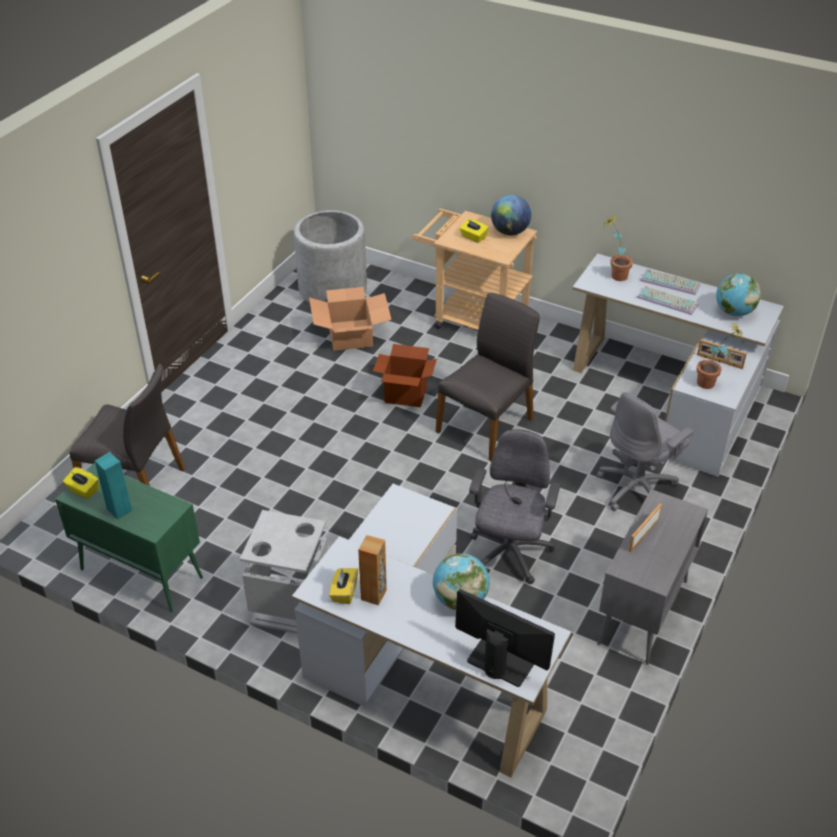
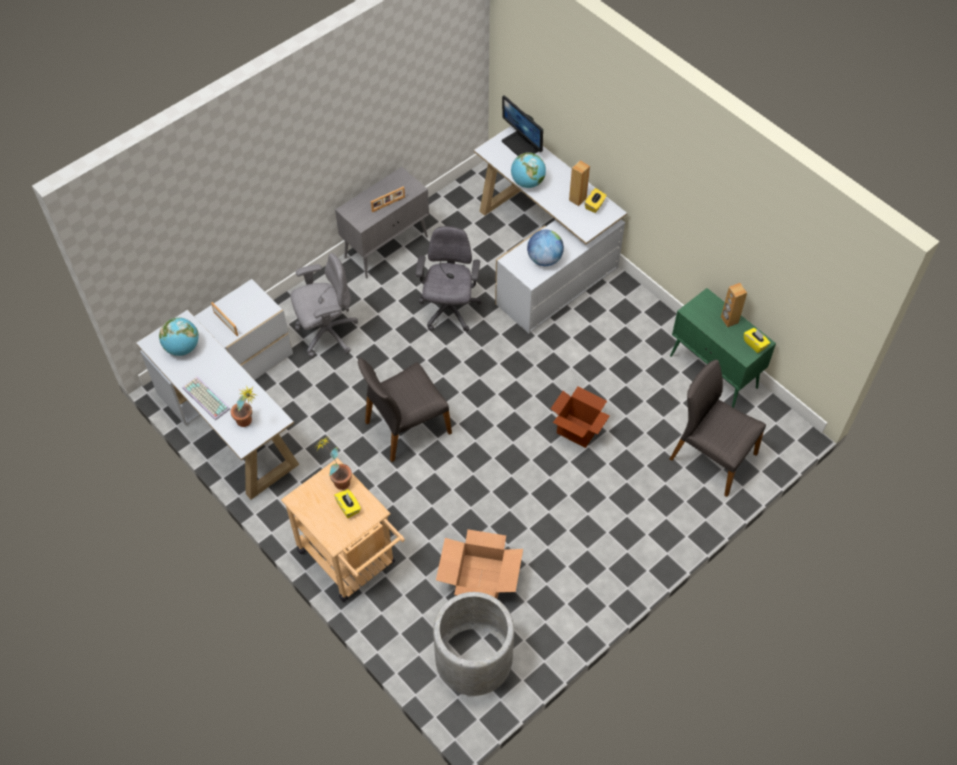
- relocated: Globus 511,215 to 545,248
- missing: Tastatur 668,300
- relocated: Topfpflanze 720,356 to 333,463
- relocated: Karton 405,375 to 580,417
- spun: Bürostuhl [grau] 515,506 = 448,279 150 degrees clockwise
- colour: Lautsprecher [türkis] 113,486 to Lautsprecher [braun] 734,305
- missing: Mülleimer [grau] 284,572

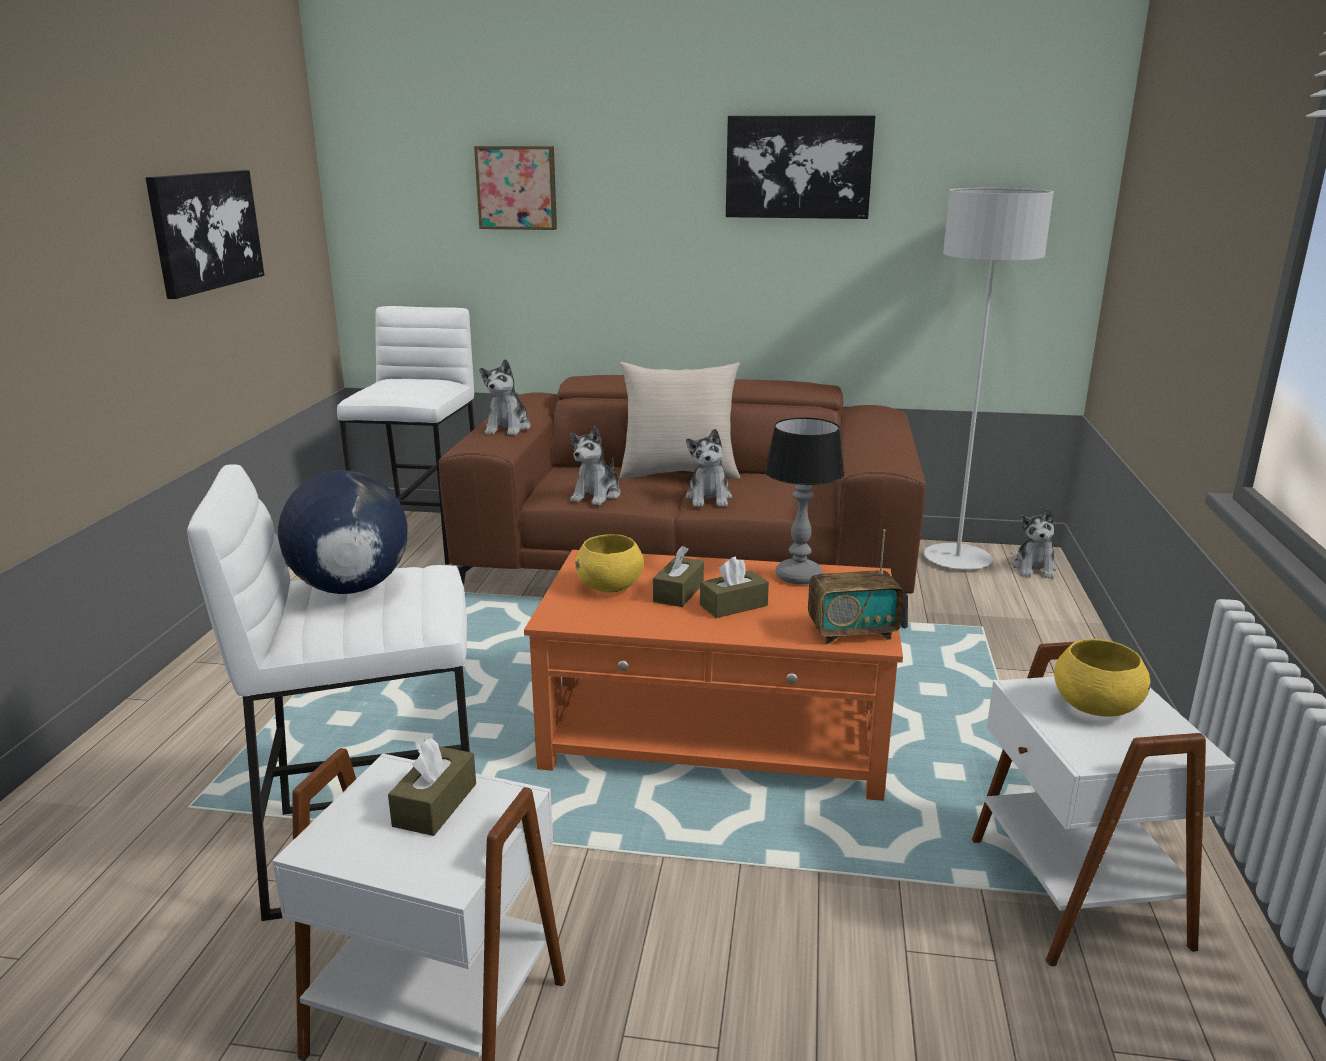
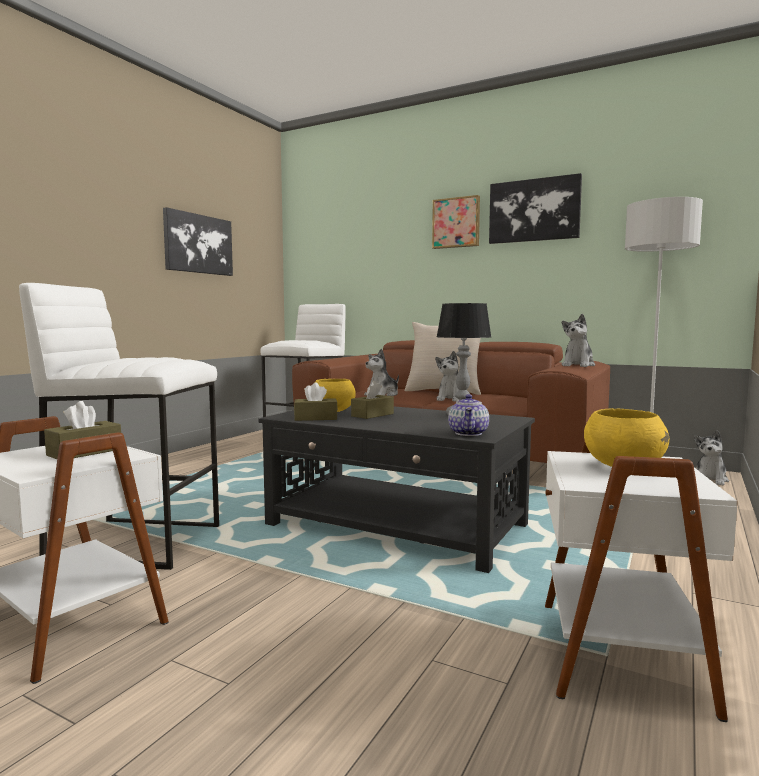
- relocated: Bild 515,188 to 456,222
- relocated: Plüschtier 505,397 to 578,340
- missing: Globus 342,532
- exchanged: Radio 856,586 to Teekanne 468,415
- colour: Couchtisch [orange] 713,675 to Couchtisch [schwarz] 396,489
- relocated: Taschentuchbox [braun] 734,587 to 316,401

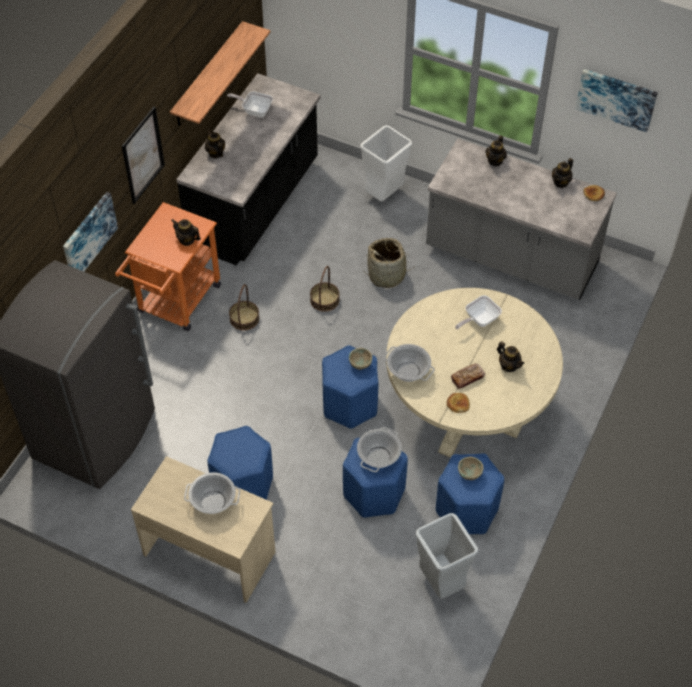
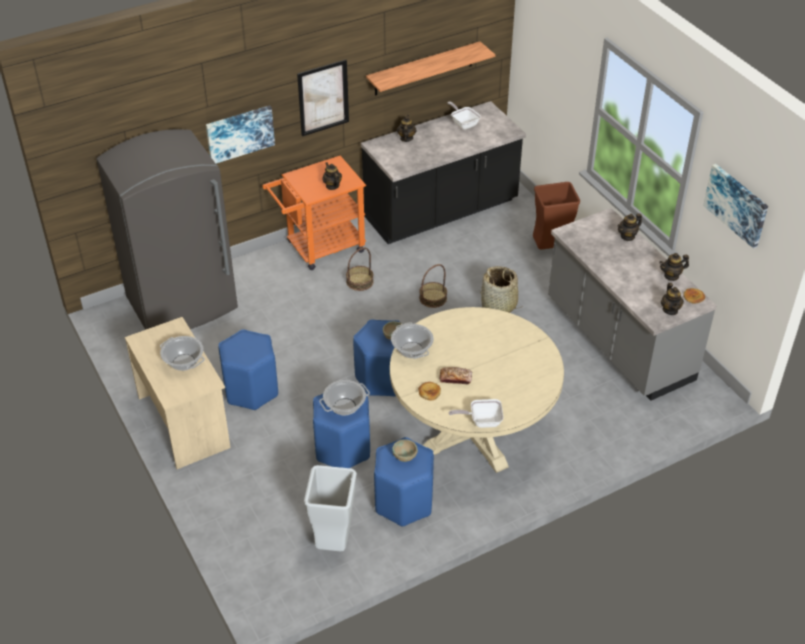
- colour: Mülleimer [weiß] 386,163 to Mülleimer [braun] 556,216
- relocated: Pfanne 478,312 to 476,413
- relocated: Teekanne 510,356 to 672,299

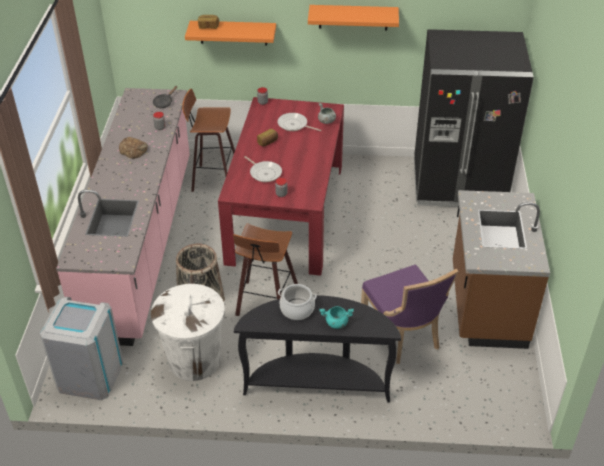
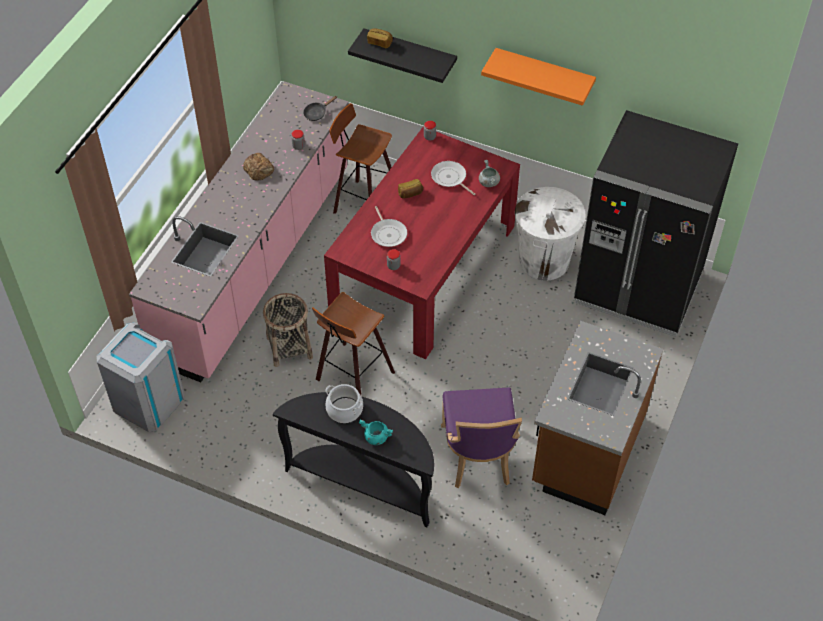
- colour: Wandregal [orange] 230,33 to Wandregal [schwarz] 402,55
- relocated: Mülleimer [weiß] 188,332 to 550,234

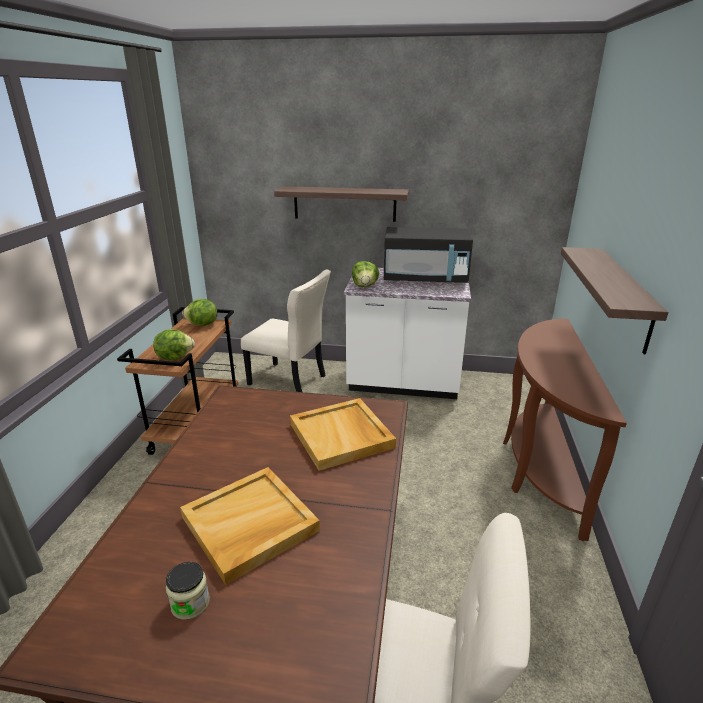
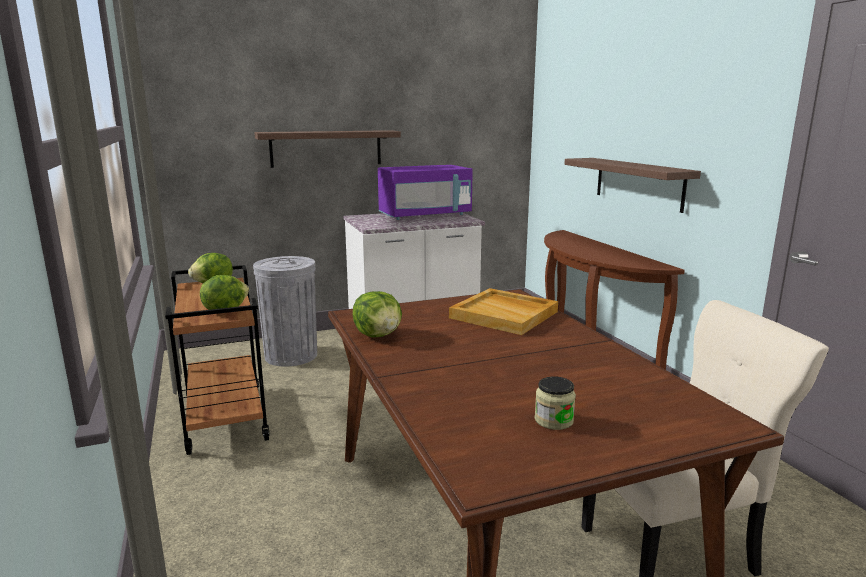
- colour: Mikrowelle [schwarz] 428,255 to Mikrowelle [lila] 425,192
- relocated: Salatkopf 365,274 to 377,314
- exchanged: Stuhl [beige] 286,331 to Mülleimer [grau] 285,311
- missing: Tablett [beige] 250,526

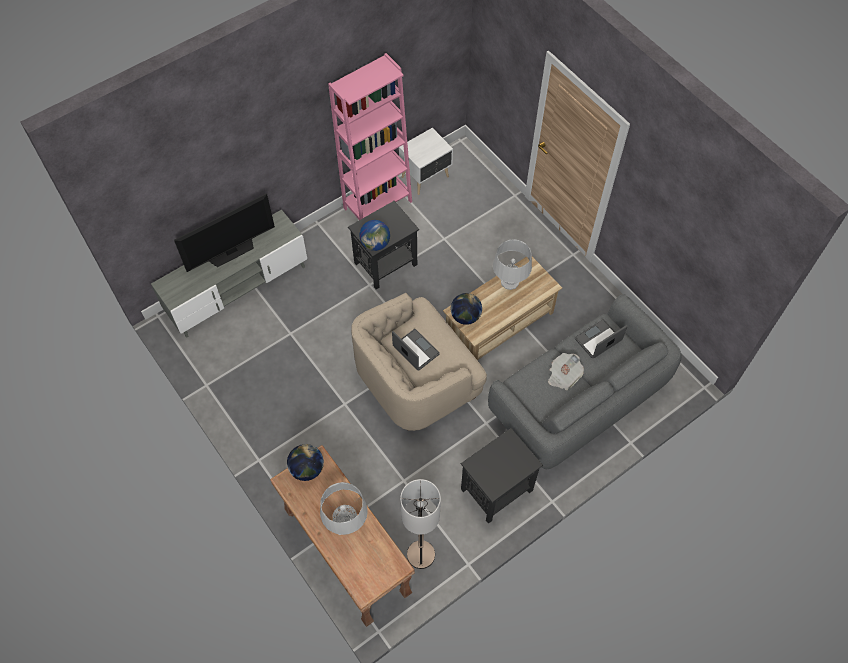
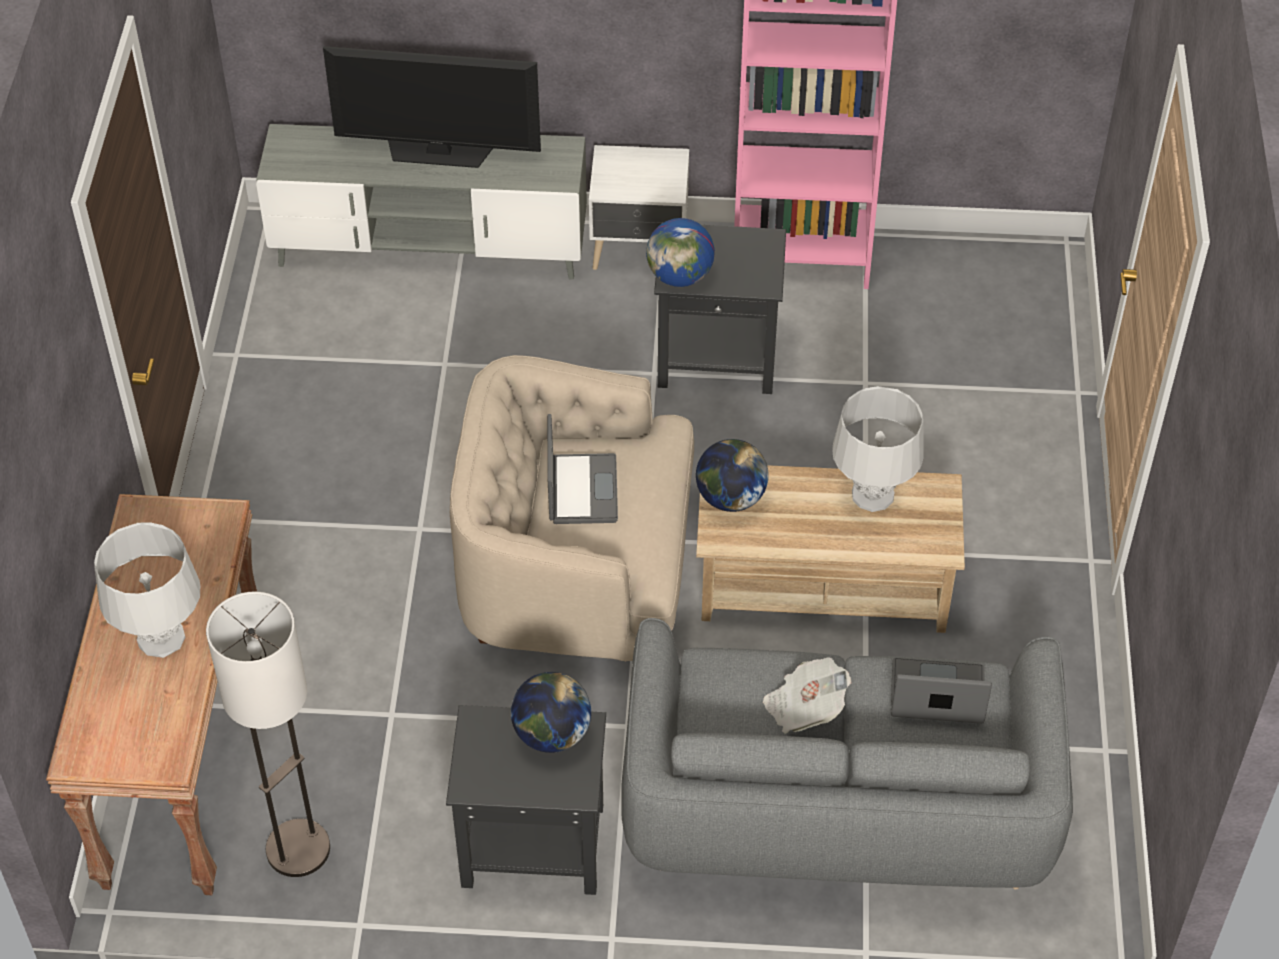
- relocated: Nachttisch [weiß] 426,161 to 639,207
- relocated: Globus 305,462 to 551,712

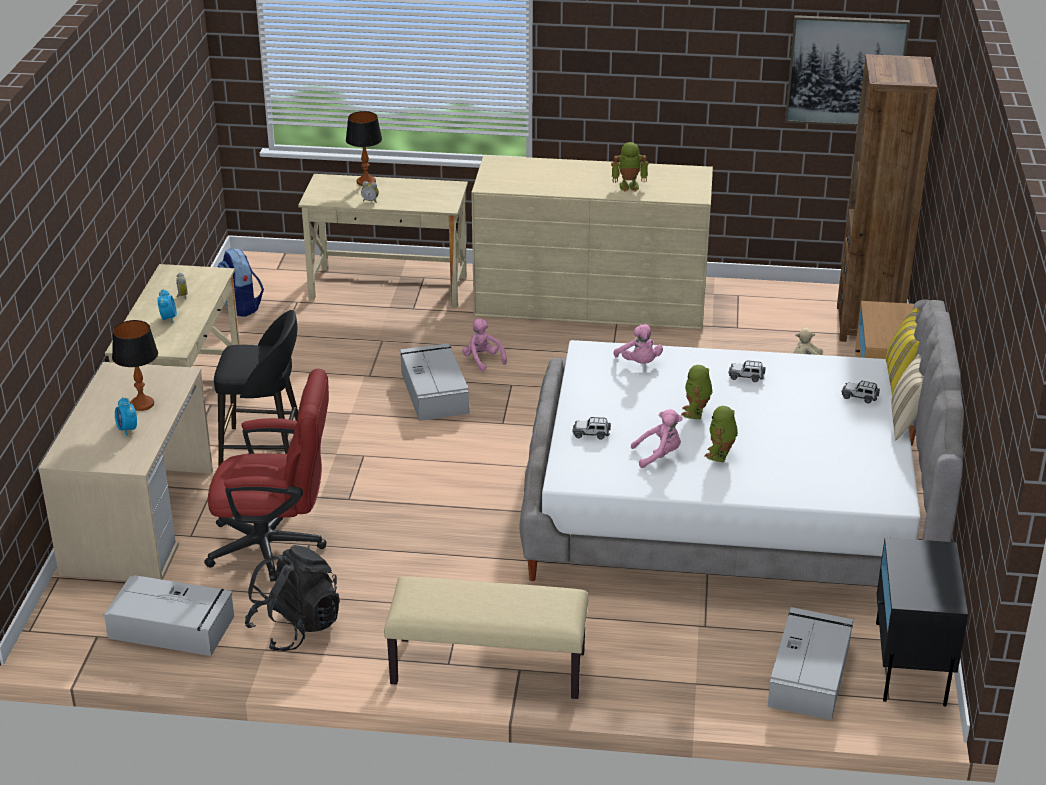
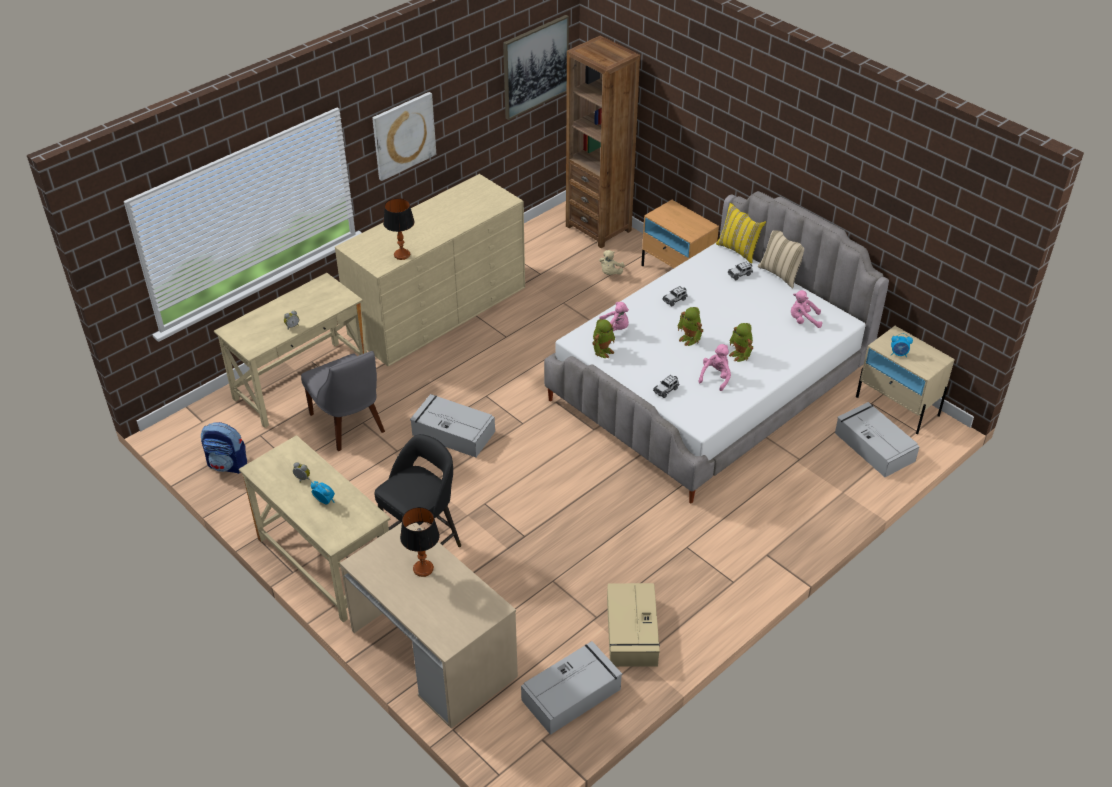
- relocated: Tischlampe 364,148 to 399,229
- relocated: Spielzeugroboter 629,167 to 603,338
- relocated: Plüschtier [rosa] 484,345 to 806,309
- missing: Bürostuhl [rot] 266,475
- relocated: Wecker 126,416 to 902,345
- colour: Nachttisch [schwarz] 922,621 to Nachttisch [beige] 905,380
- exchanged: Rucksack [schwarz] 292,598 to Aufbewahrungsbox [beige] 633,625
- missing: Bank [beige] 486,637
- appeared: Bild 404,136
- appeared: Stuhl [grau] 343,401

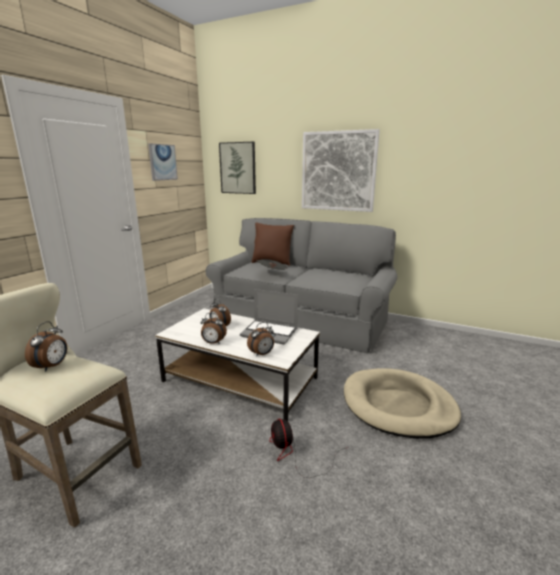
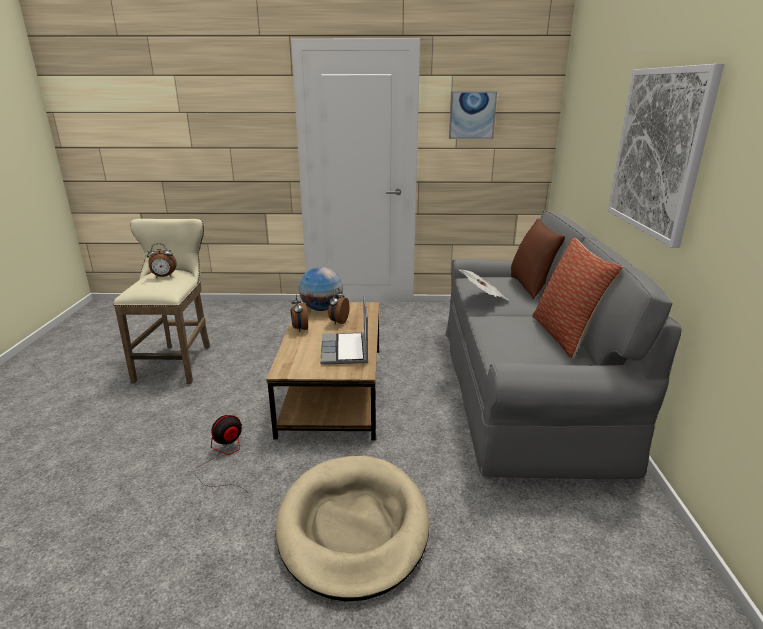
- missing: Bild 237,168
- colour: Couchtisch [weiß] 237,364 to Couchtisch [braun] 322,371
- missing: Wecker 260,339
- appeared: Kissen 577,298
- appeared: Globus 321,289

